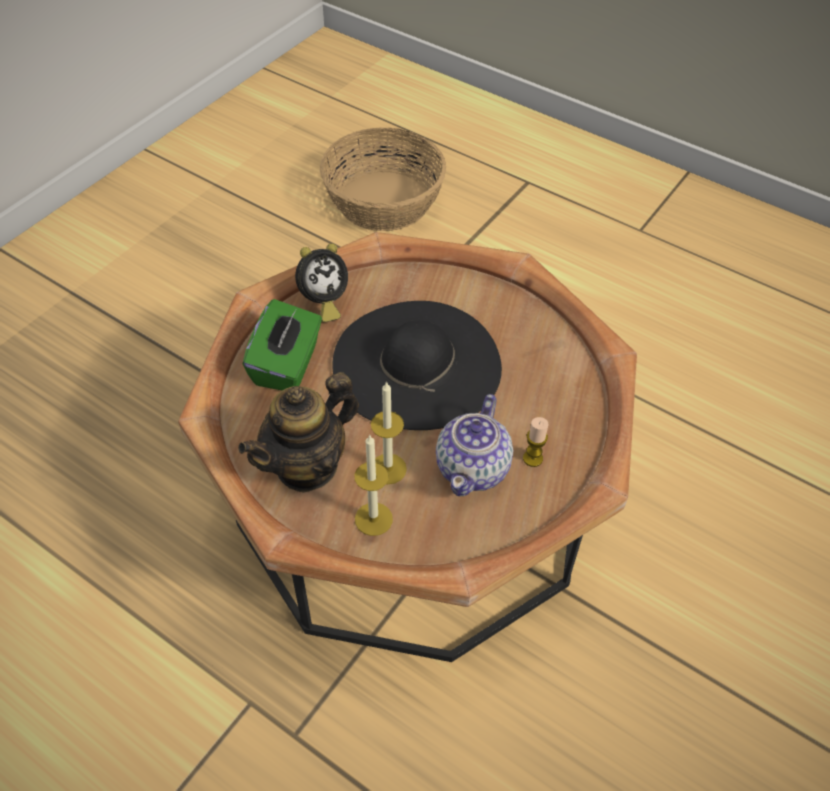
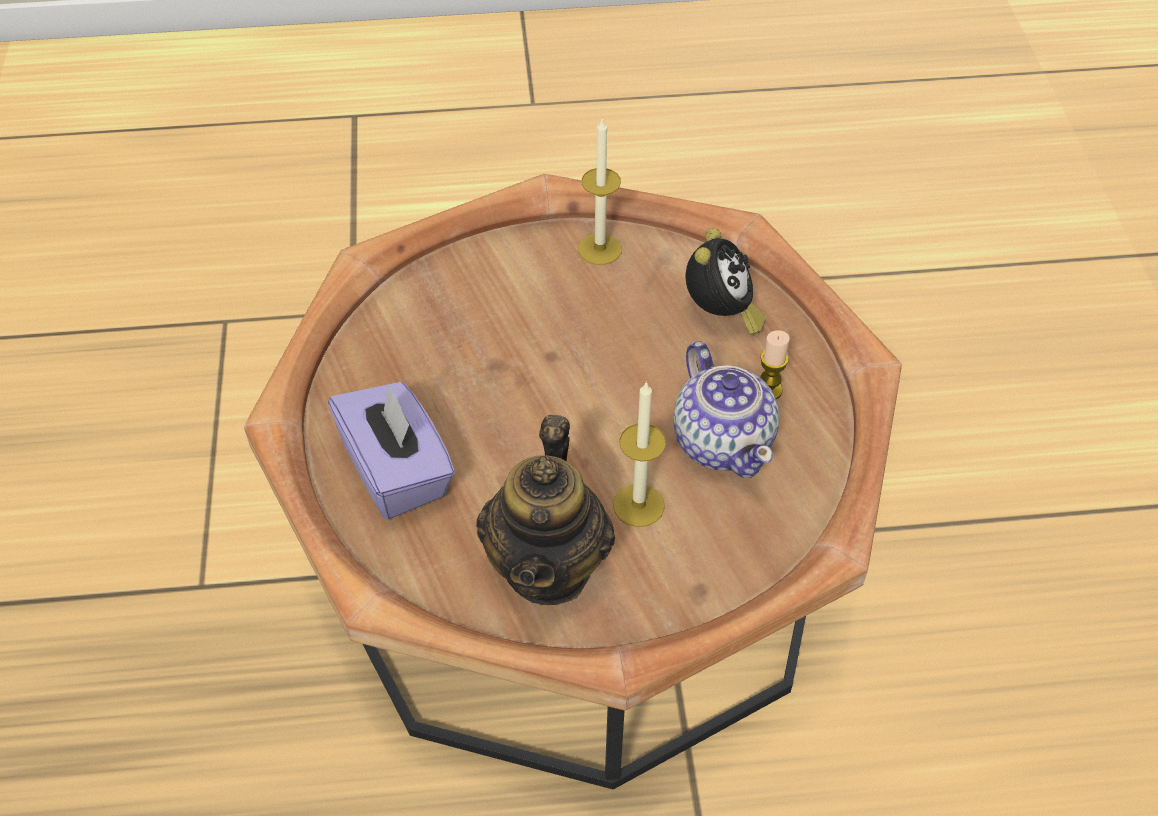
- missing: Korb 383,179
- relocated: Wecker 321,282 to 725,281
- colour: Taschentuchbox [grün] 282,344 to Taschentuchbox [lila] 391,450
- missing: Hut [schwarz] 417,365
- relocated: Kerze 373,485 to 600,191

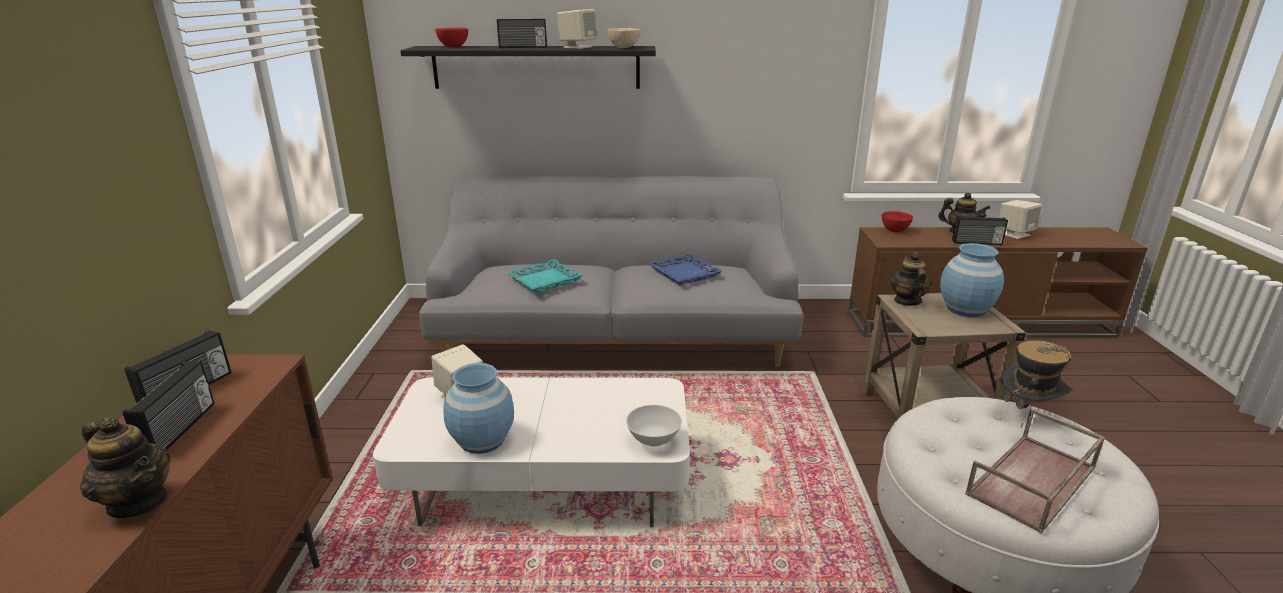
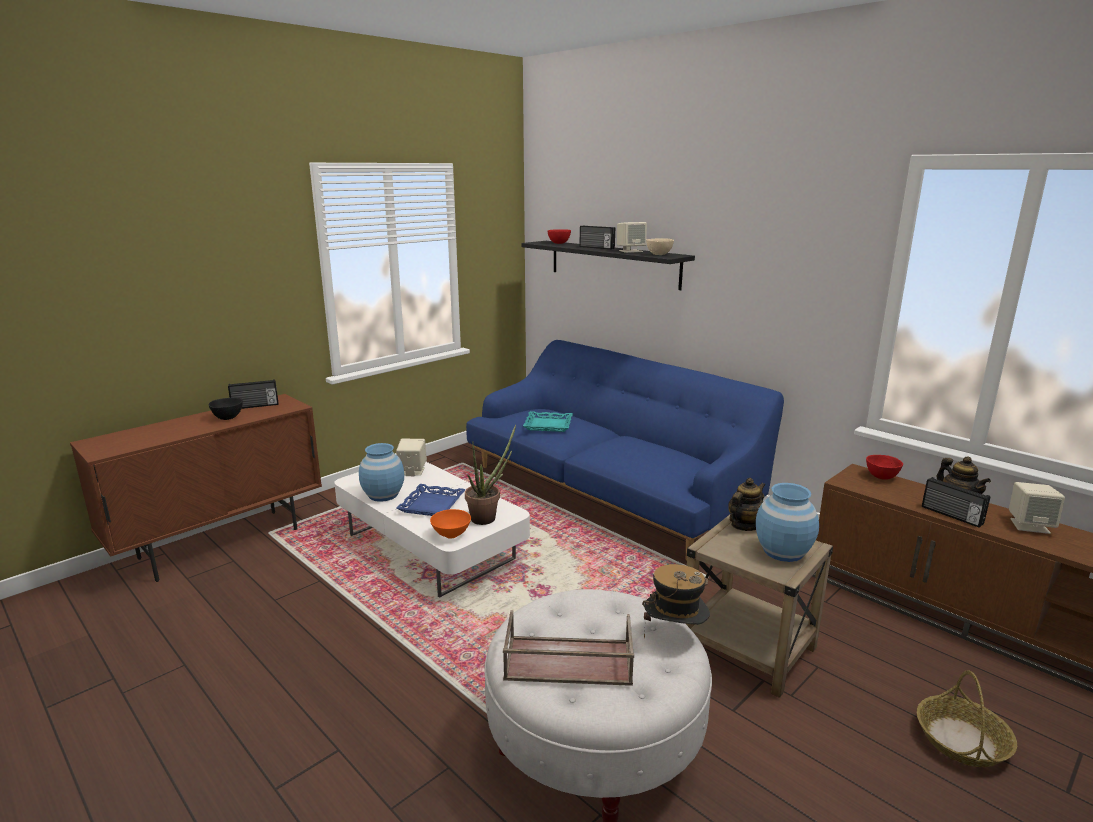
- colour: Sofa [grau] 611,271 to Sofa [blau] 625,450
- relocated: Tablett [blau] 685,269 to 431,500
- exchanged: Radio 168,405 to Schüssel [schwarz] 226,408
- colour: Schüssel [weiß] 654,426 to Schüssel [orange] 450,524
- missing: Teekanne 125,467
- appeared: Topfpflanze 490,475
- appeared: Korb 967,718

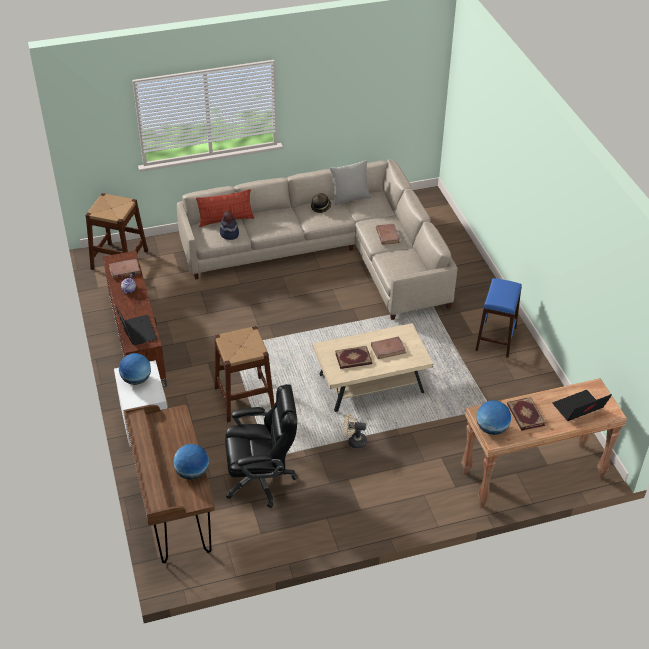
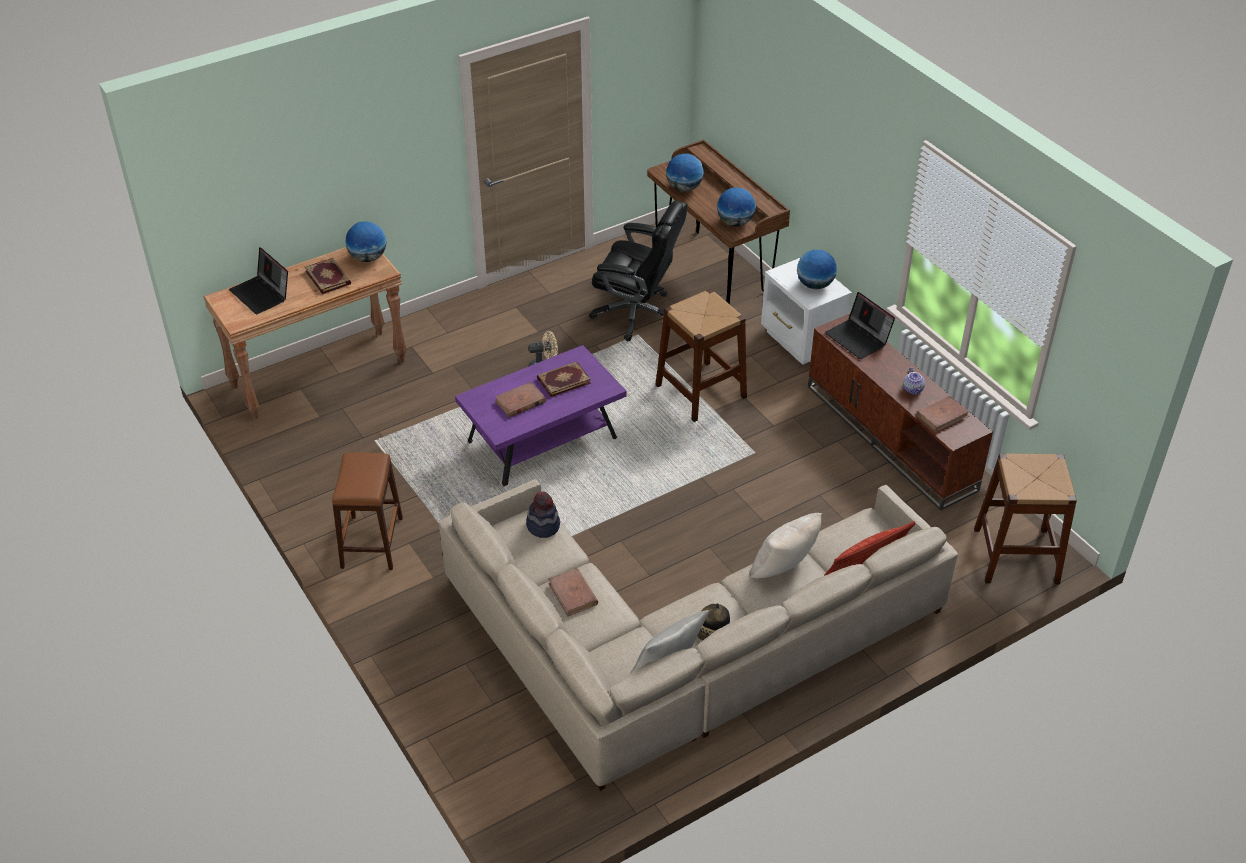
- relocated: Hut 229,225 to 543,515
- colour: Hocker [blau] 498,318 to Hocker [braun] 367,511
- colour: Couchtisch [beige] 373,367 to Couchtisch [lila] 541,415
- spun: Bürostuhl [schwarz] 261,446 = 638,271 135 degrees counterclockwise
- spun: Laptop 582,405 = 258,280 90 degrees clockwise
- appeared: Globus 736,207
- appeared: Kissen [beige] 785,545

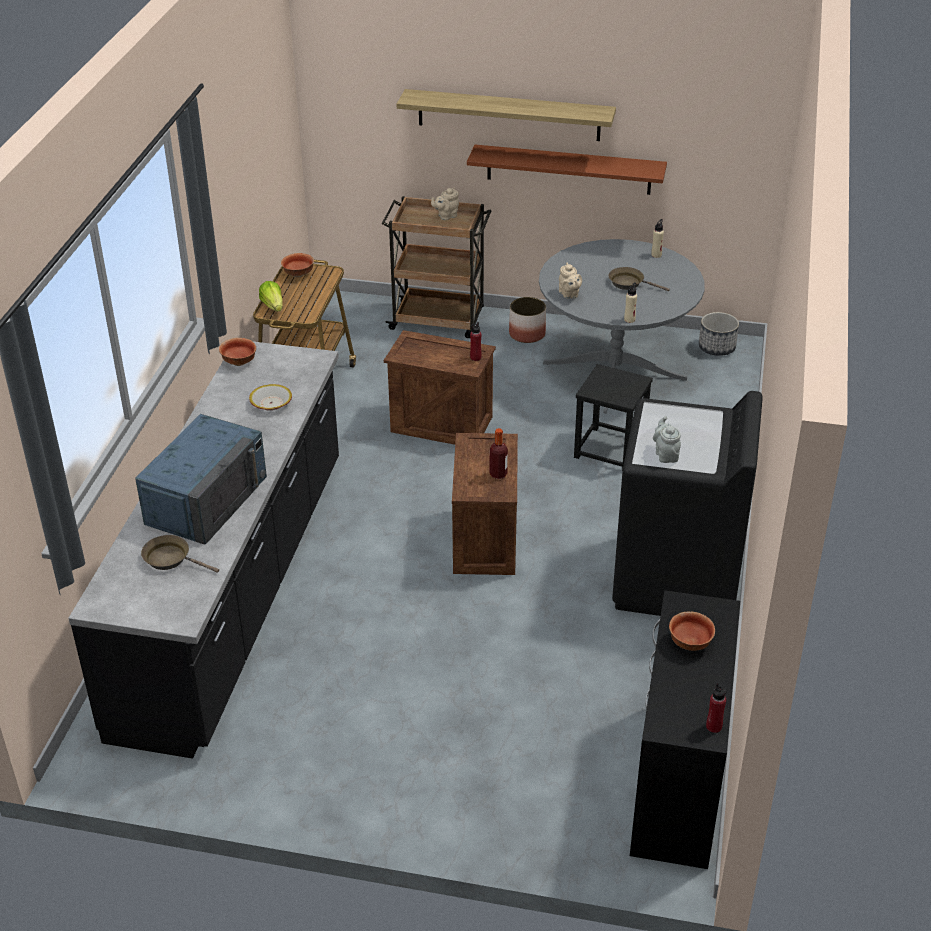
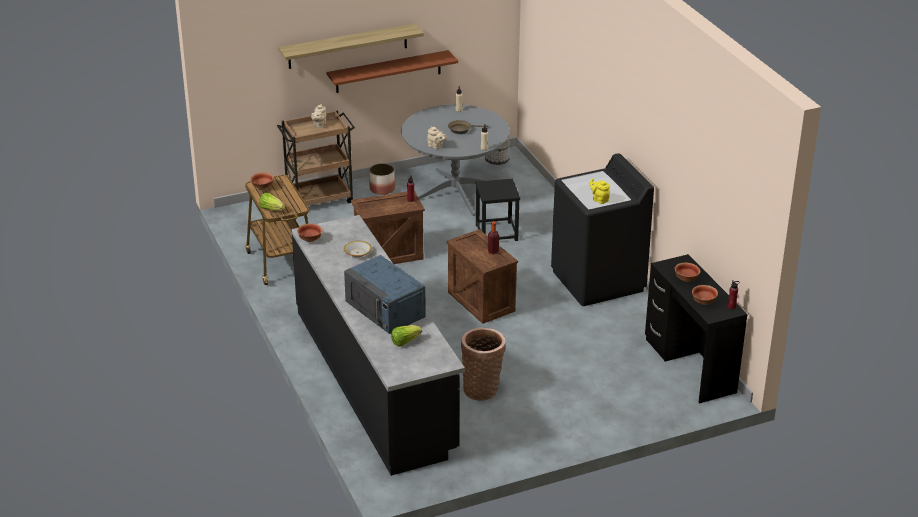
- spun: Mikrowelle [blau] 201,479 = 385,294 150 degrees clockwise
- colour: Teekanne [grau] 667,439 to Teekanne [gelb] 599,191
- exchanged: Pfanne [braun] 180,554 to Salatkopf 406,336
- appeared: Schüssel 705,295
- appeared: Korb 483,364

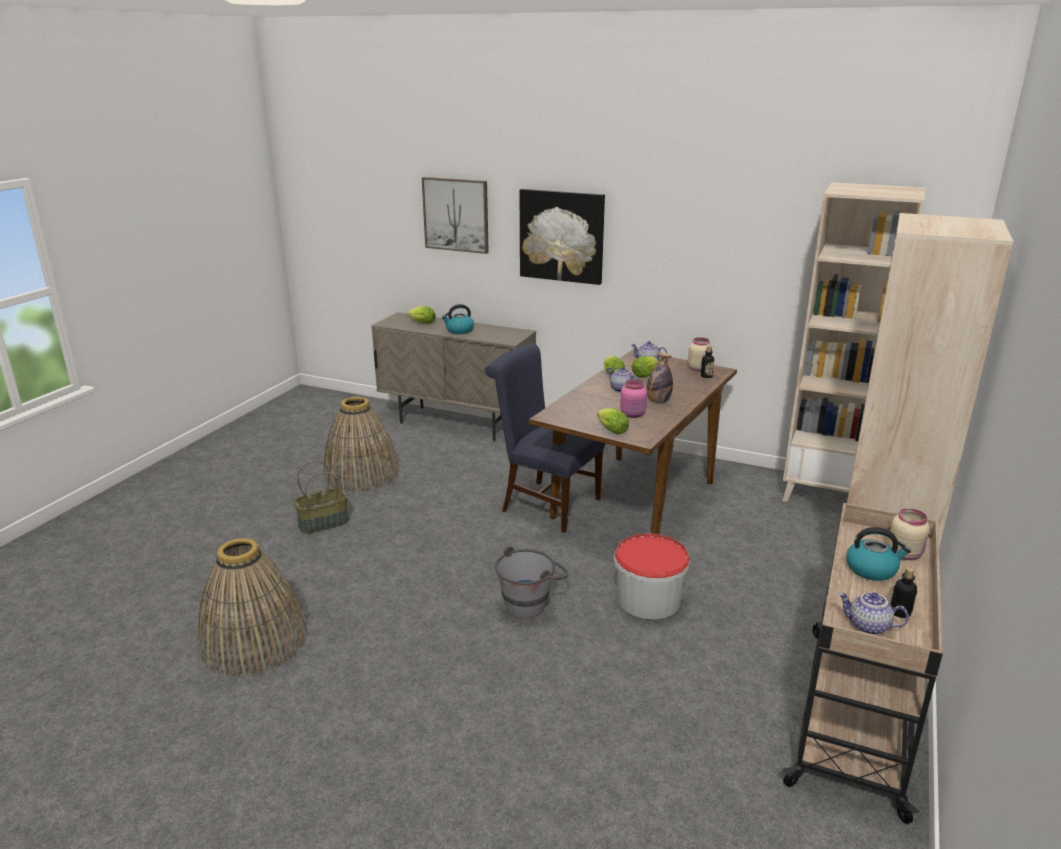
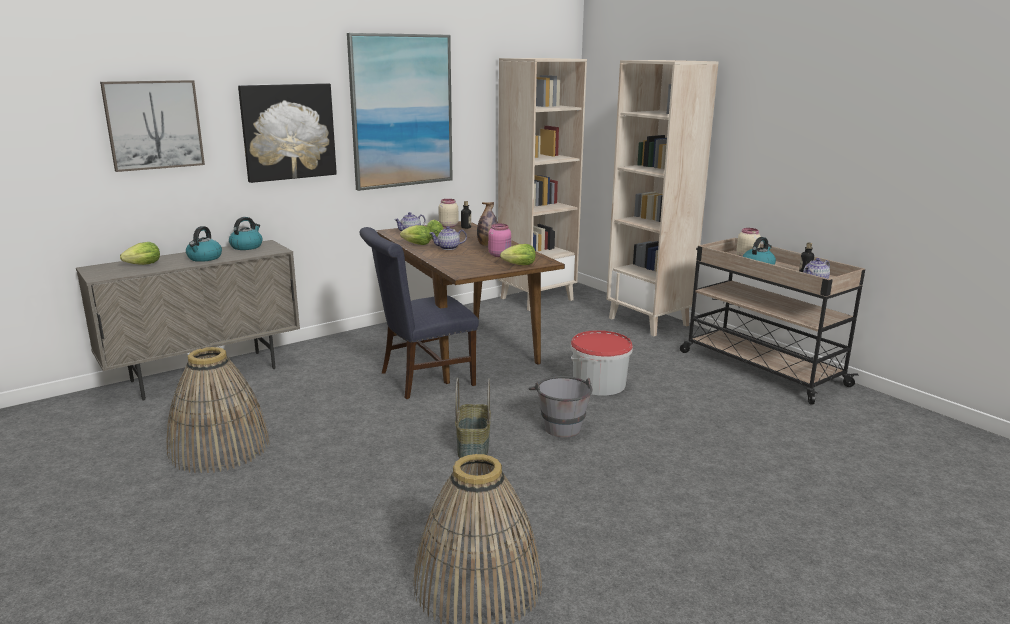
- relocated: Korb 321,497 to 473,418
- appeared: Bild 400,112
- appeared: Wasserkessel 246,233

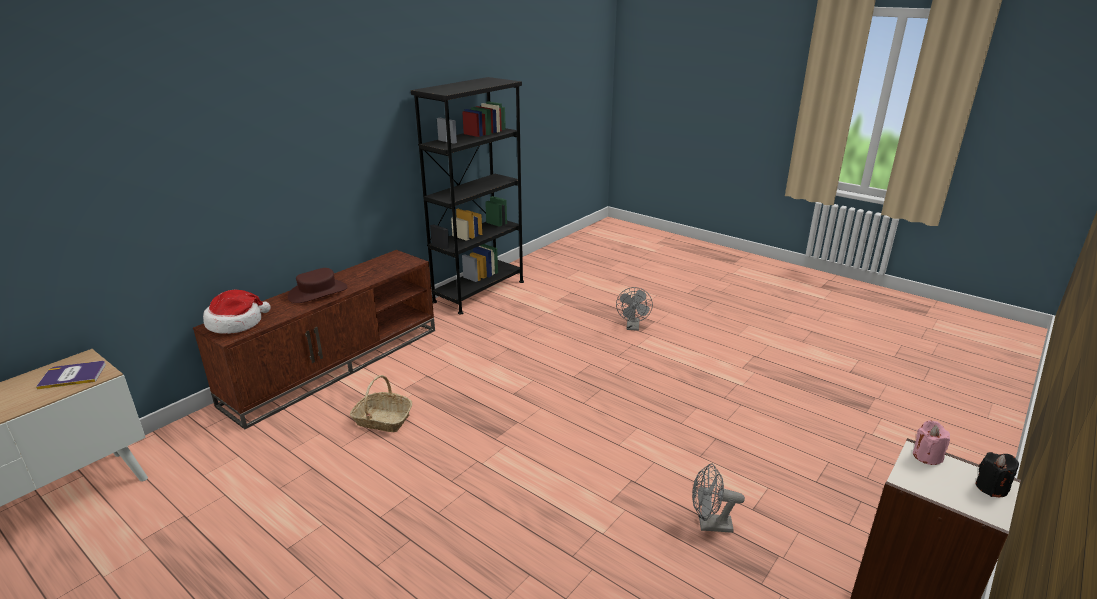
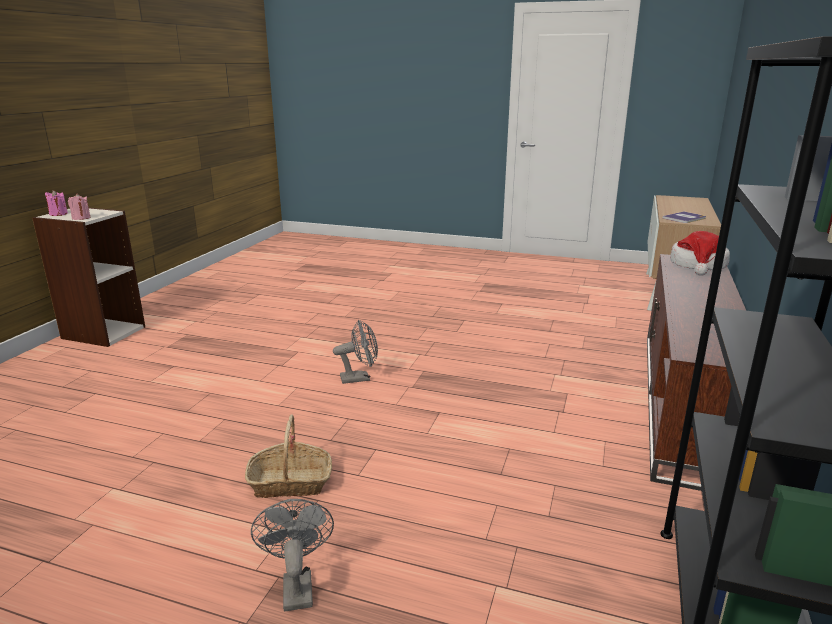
- missing: Hut [braun] 318,285
- relocated: Korb 381,403 to 288,456
- colour: Kerze [schwarz] 997,474 to Kerze [rosa] 56,203
- relocated: Ventilator [grau] 718,498 to 355,352

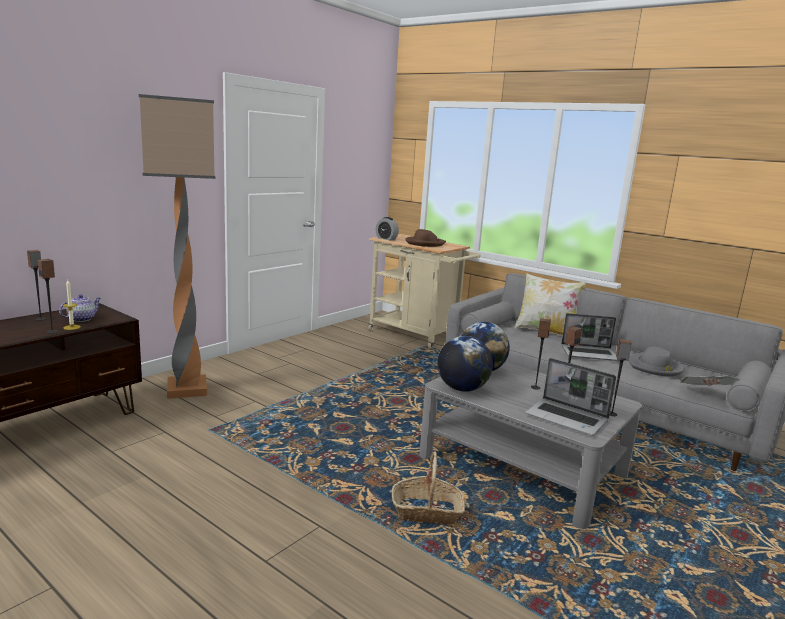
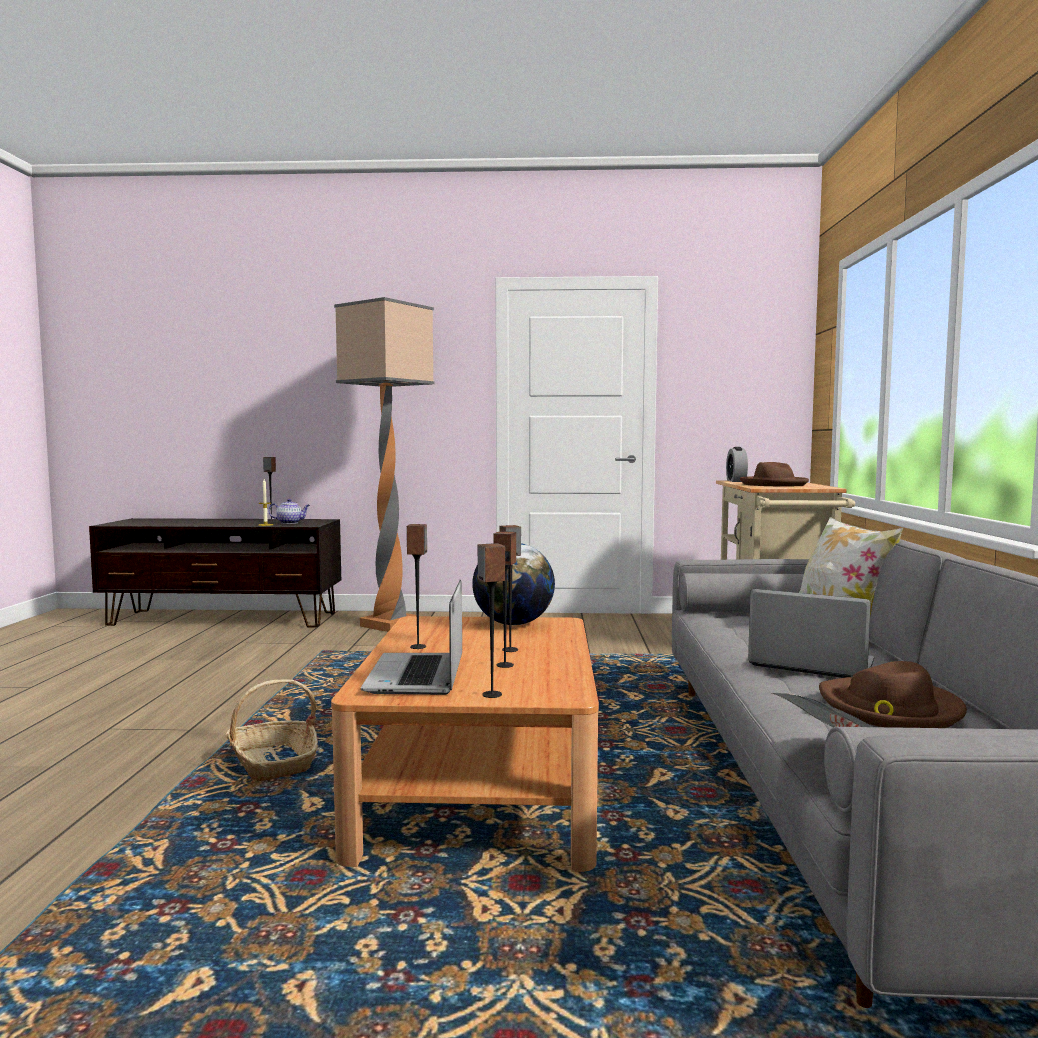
- relocated: Lautsprecher 48,296 to 417,586
- spun: Laptop 590,337 = 811,633 150 degrees clockwise
- missing: Globus 465,364
- colour: Hut [grau] 657,361 to Hut [braun] 893,694
- colour: Couchtisch [grau] 530,445 to Couchtisch [braun] 465,744

